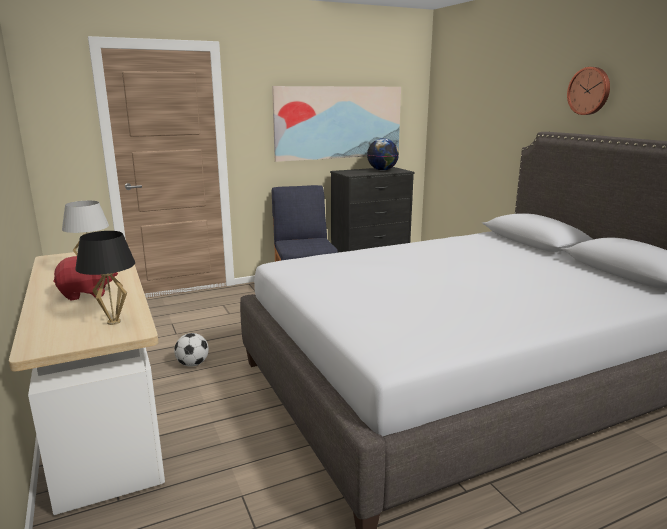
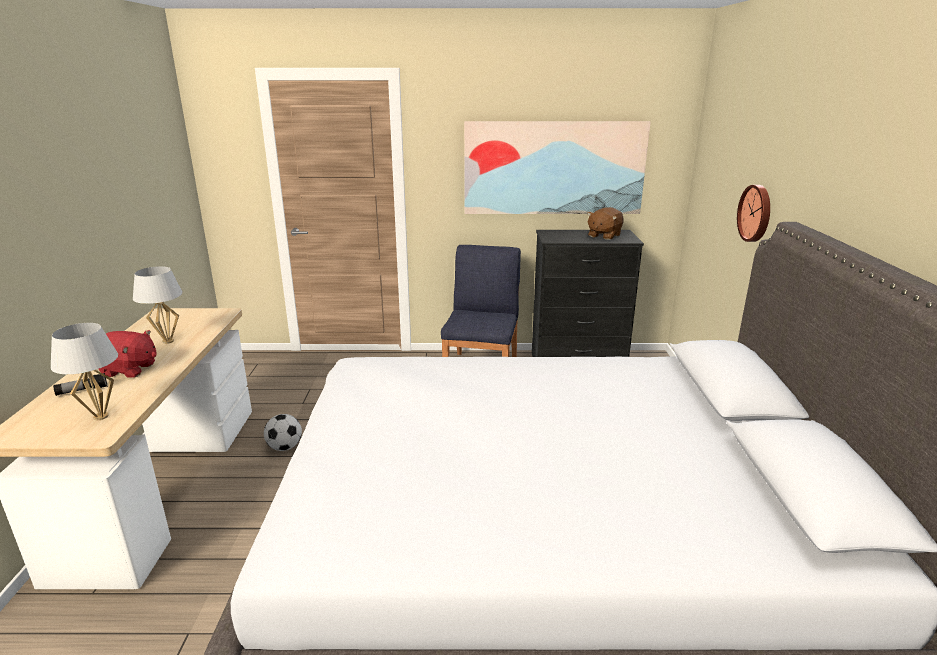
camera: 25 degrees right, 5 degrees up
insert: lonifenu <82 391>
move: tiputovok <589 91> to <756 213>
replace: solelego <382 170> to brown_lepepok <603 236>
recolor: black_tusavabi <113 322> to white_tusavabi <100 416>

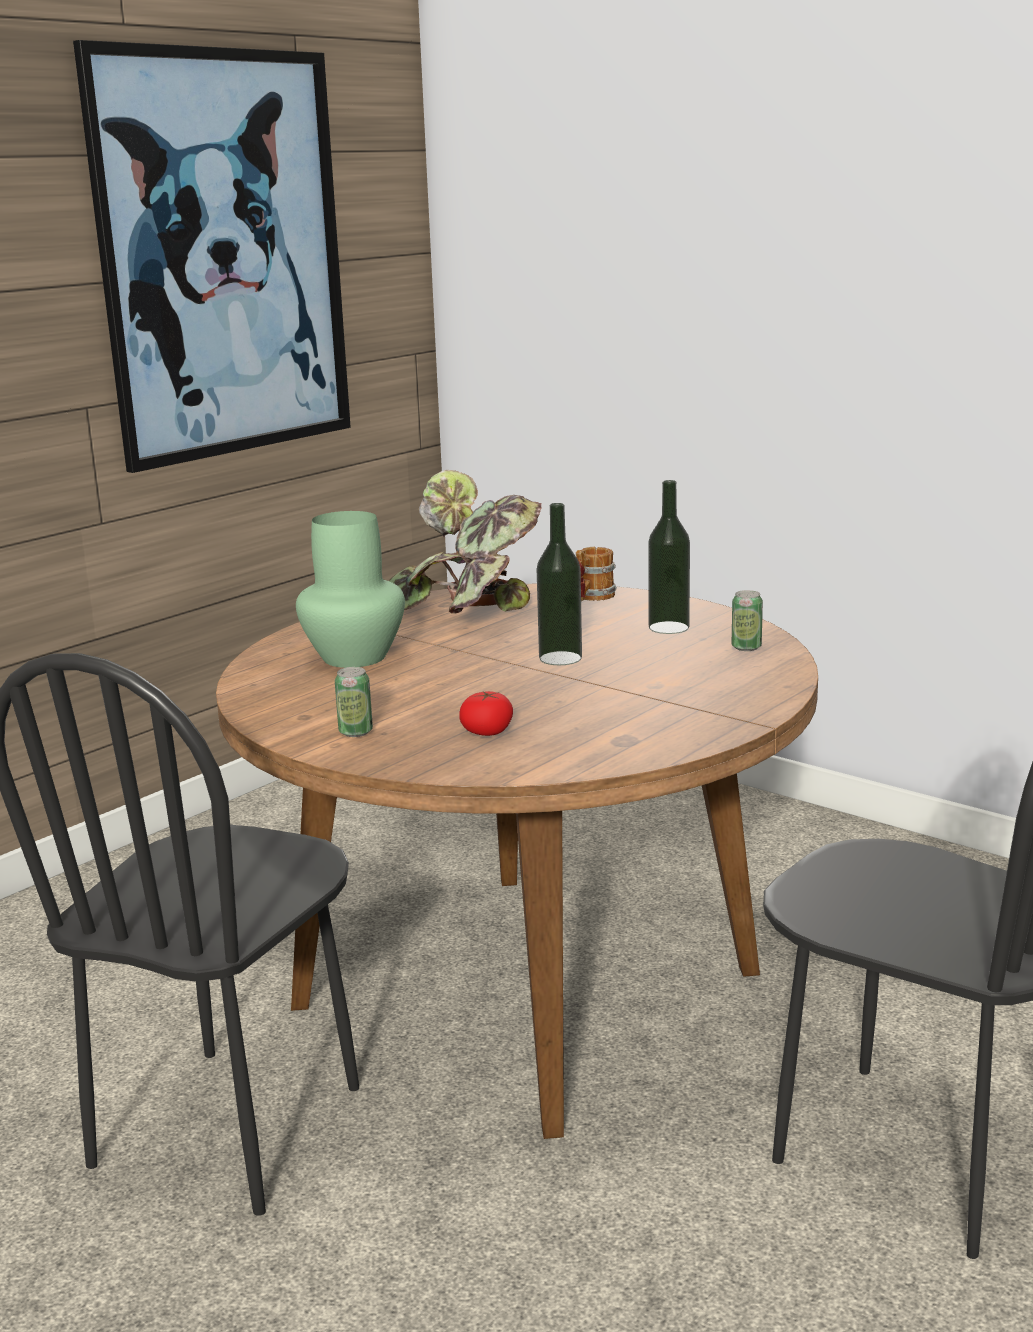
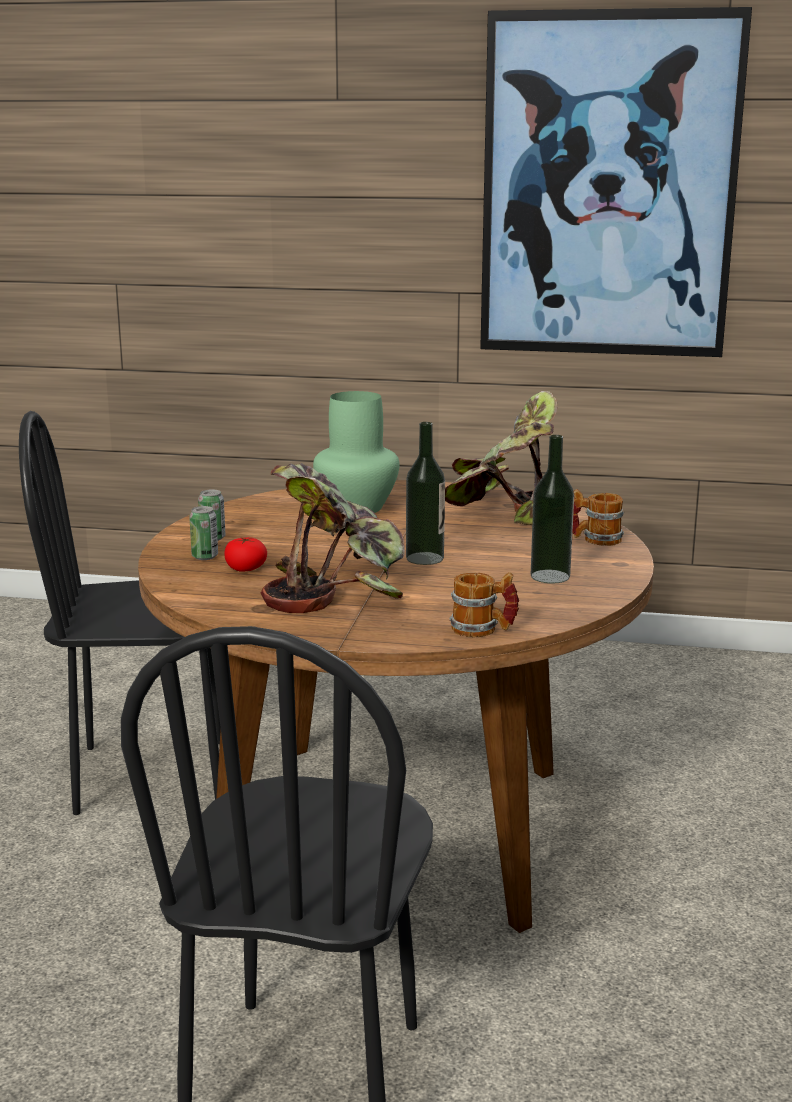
camera: 60 degrees right, 0 degrees up
insert: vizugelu <337 588>; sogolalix <483 630>
move: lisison <746 647> to <205 557>

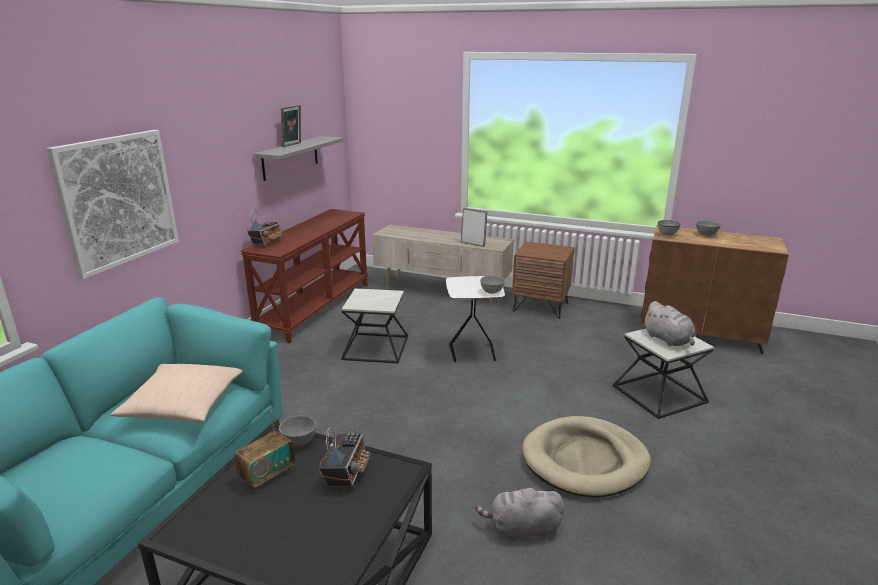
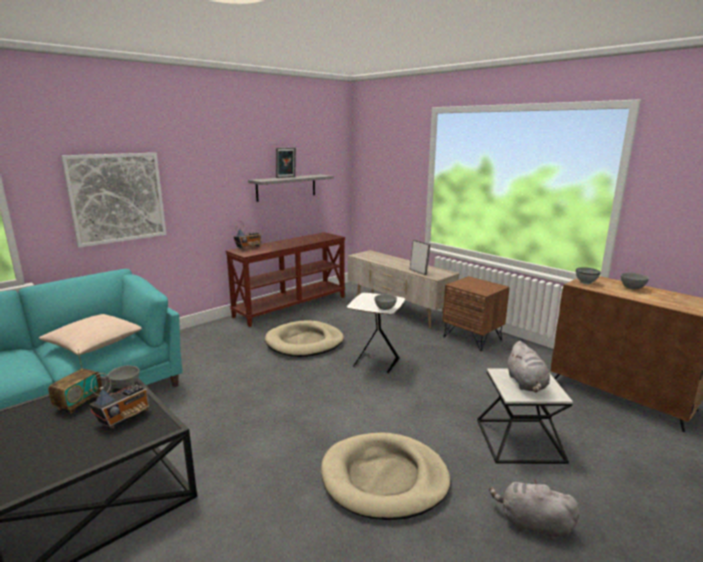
camera: 25 degrees right, 5 degrees down
move: grey_lepepok <521 529> to <532 524>
replace: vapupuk <376 347> to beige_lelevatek <305 342>
rotate: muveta <267 474> = <79 402> 45 degrees counterclockwise

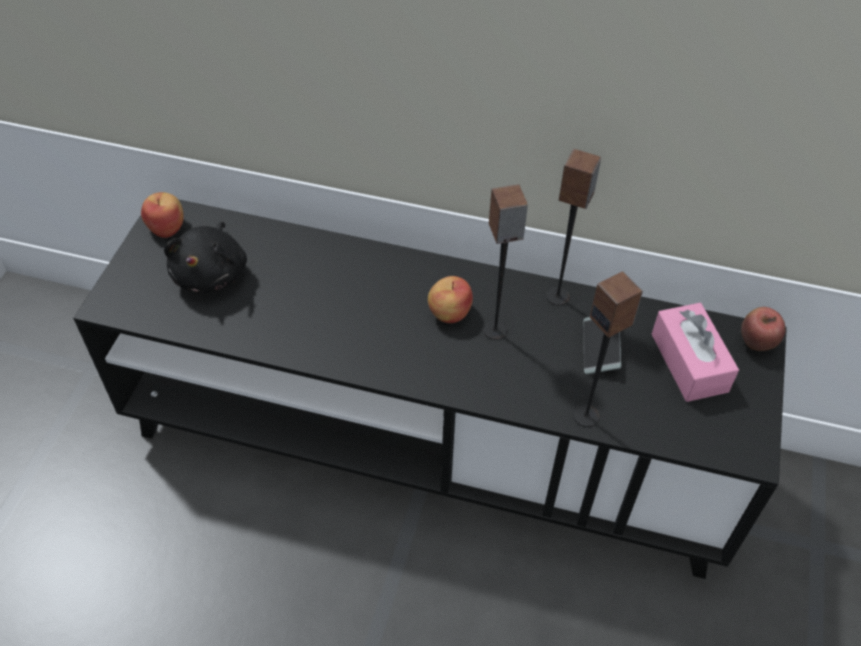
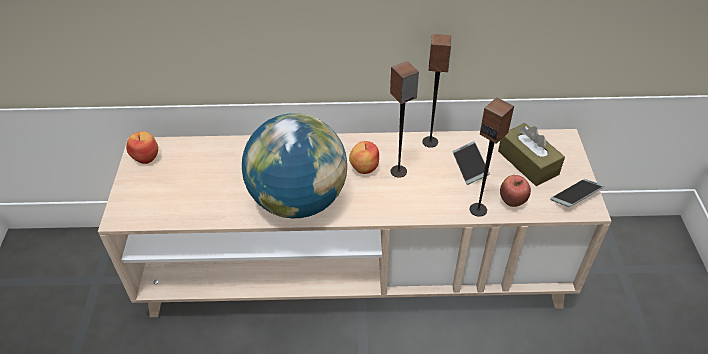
camera: 15 degrees left, 5 degrees down
delete: black_lepepok <212 273>
insert: solelego <298 200>; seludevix <575 196>
move: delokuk <756 343> to <512 201>
recolor: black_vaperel <428 444> to beige_vaperel <355 270>; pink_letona <689 362> to brown_letona <528 162>

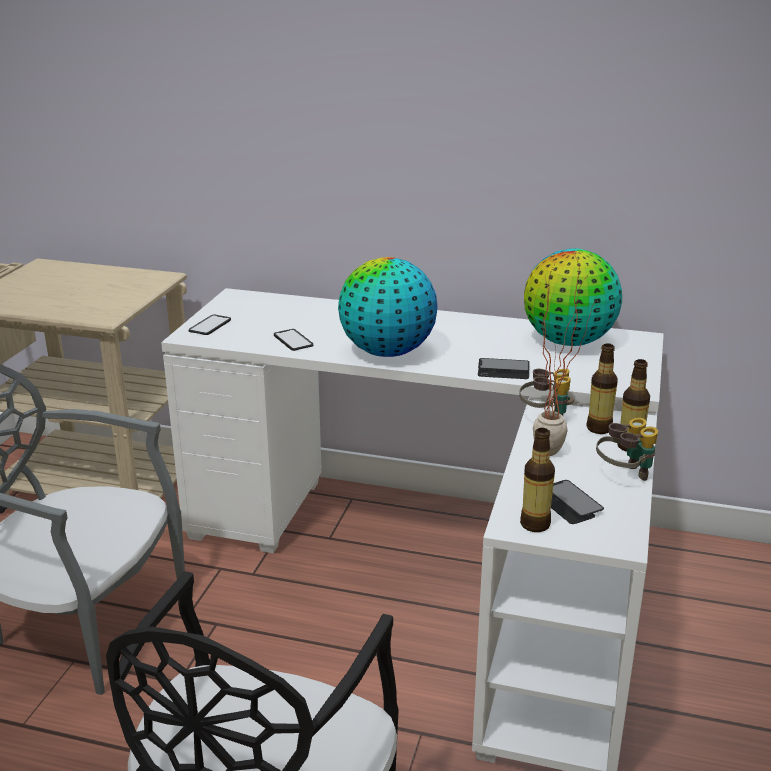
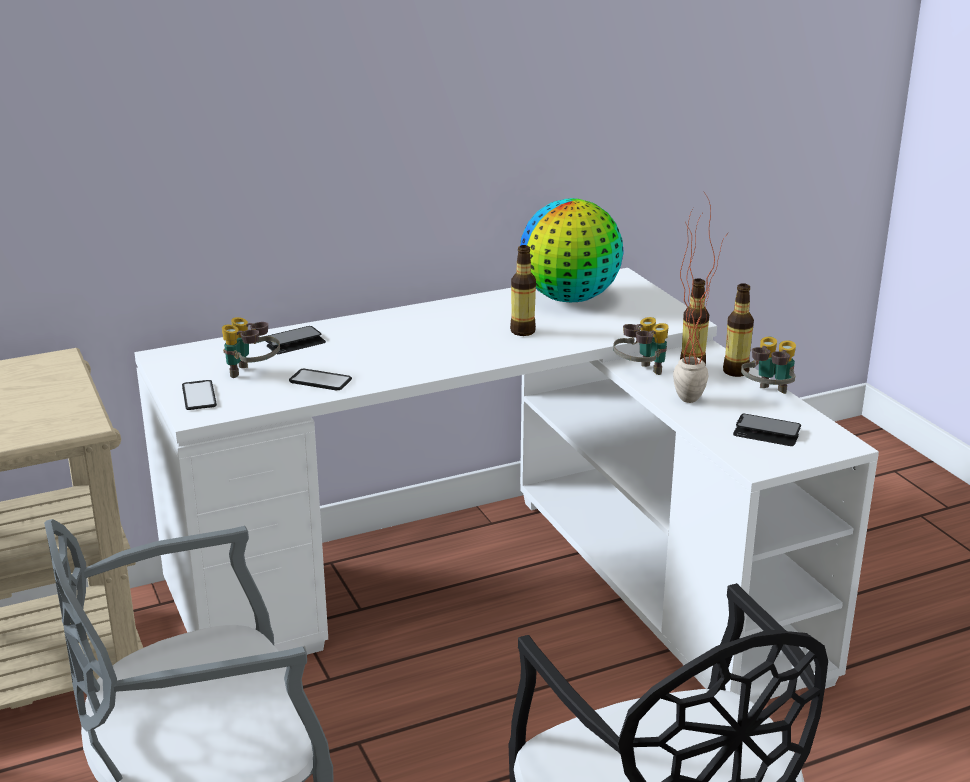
camera: 40 degrees left, 0 degrees up
delete: solelego <387 352>
insert: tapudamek <252 374>
move: seludevix <503 370> to <294 342>; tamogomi <535 524> to <522 331>

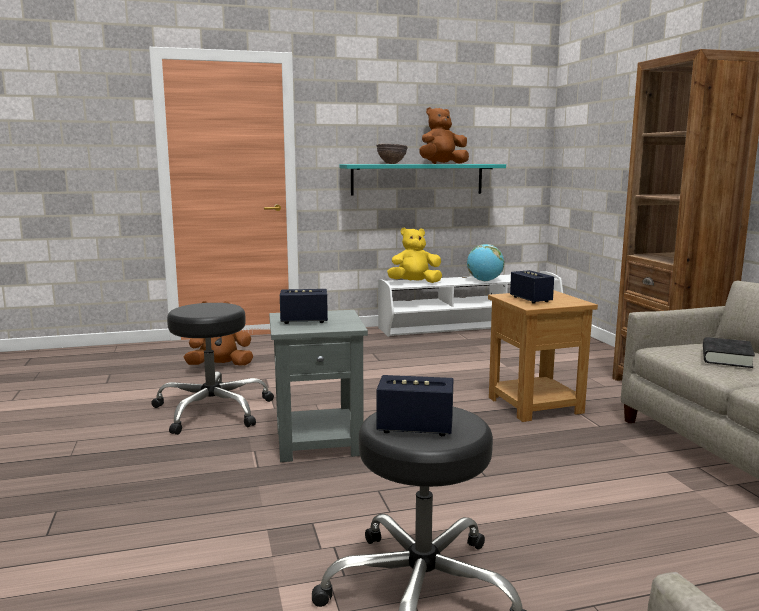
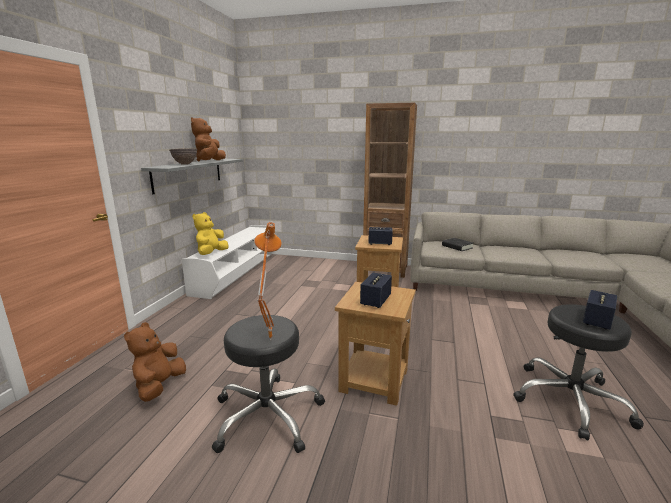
camera: 60 degrees left, 5 degrees up
delete: solelego <484 281>
insert: orange_tusavabi <268 339>
recolor: grey_vapupuk <319 441> to brown_vapupuk <374 380>; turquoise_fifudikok <417 179> to grey_fifudikok <188 174>

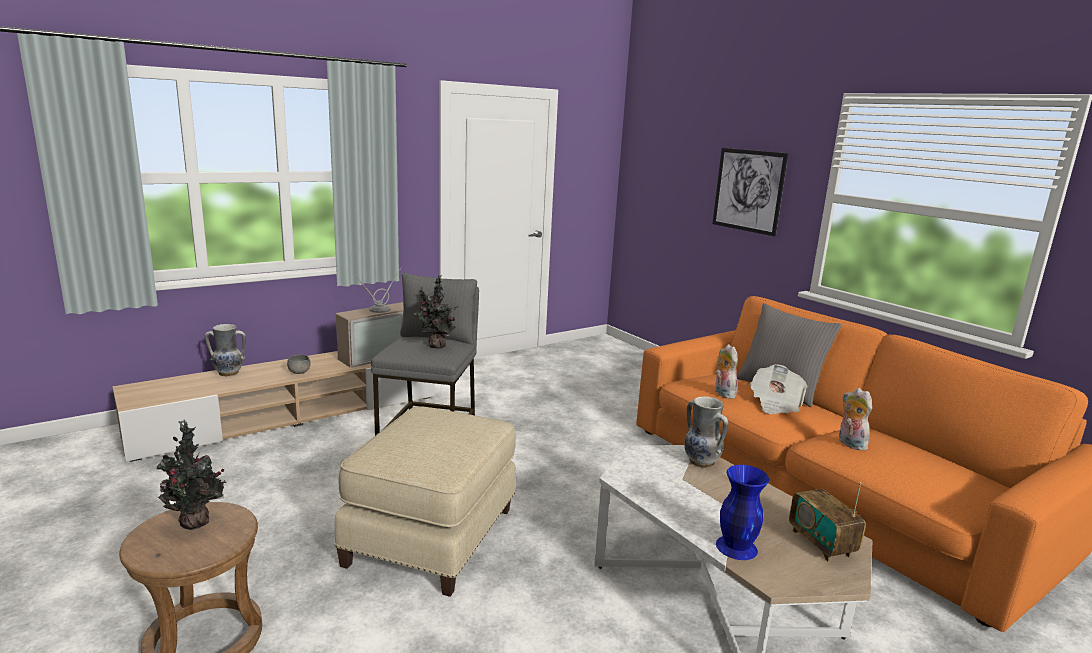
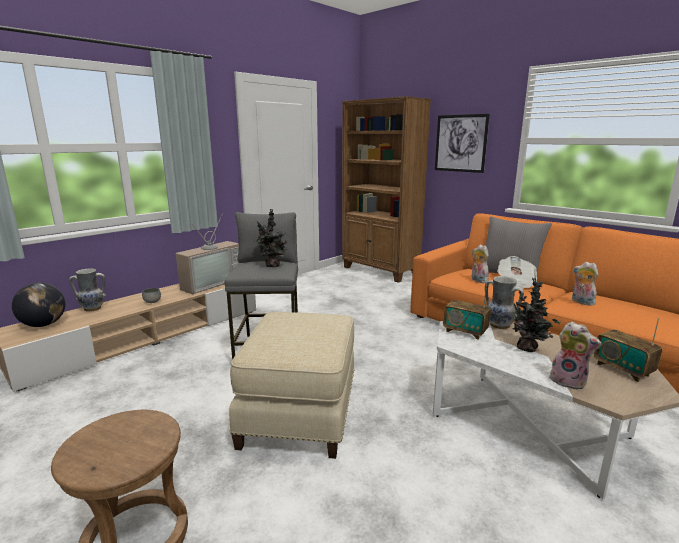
camera: 10 degrees left, 0 degrees up
insert: solelego <43 324>; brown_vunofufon <380 271>; muveta <465 332>
move: vizugelu <196 524> to <529 349>
replace: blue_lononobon <735 547> to lepepok <569 381>

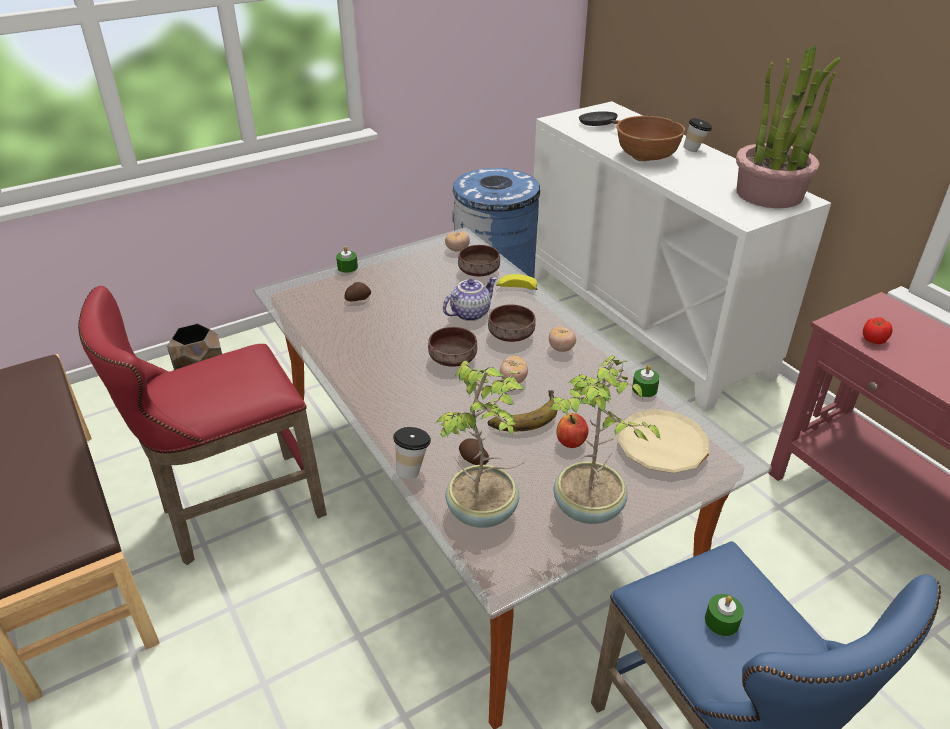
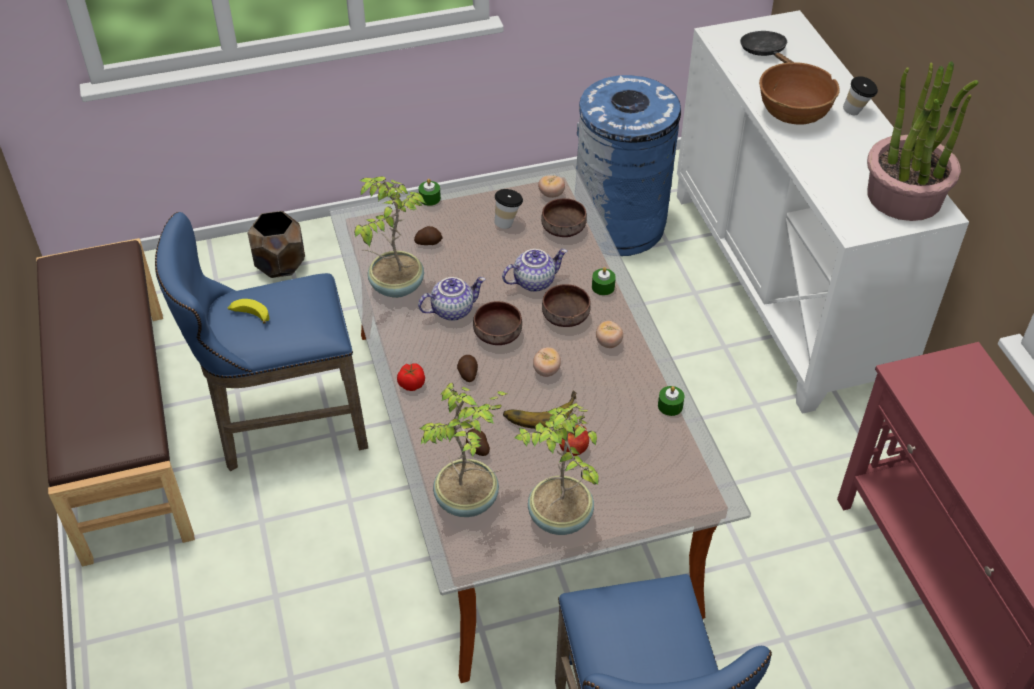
camera: 15 degrees right, 10 degrees up
delete: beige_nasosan <662 445>
insert: vizugelu <395 286>; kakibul <452 309>; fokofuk <467 373>
move: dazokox <413 469> to <508 222>; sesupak <516 288> to <249 315>; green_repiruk <721 621> to <603 287>; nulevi <873 340> to <411 384>
recolor: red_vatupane <234 512> to blue_vatupane <282 426>

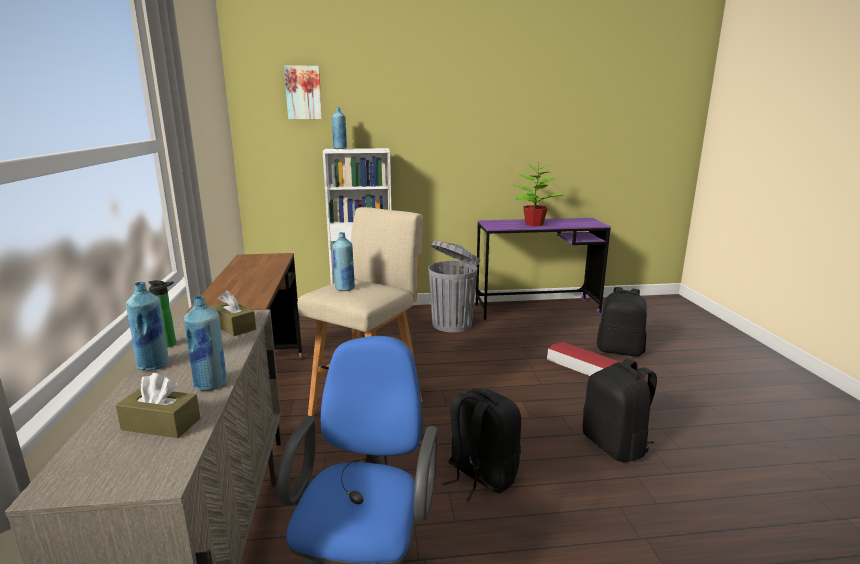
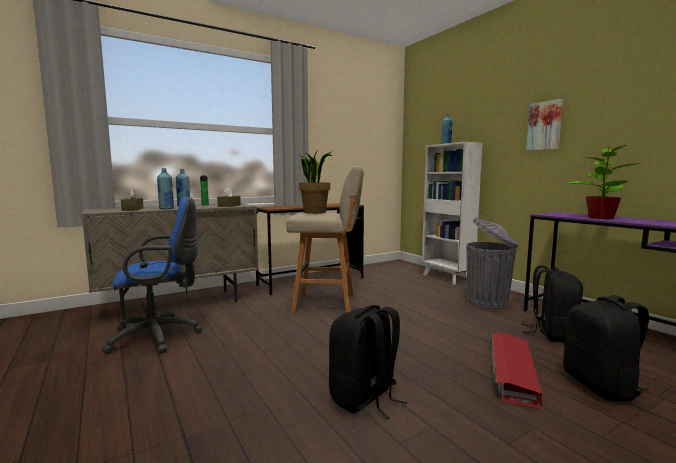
camera: 65 degrees right, 10 degrees down
move: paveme <303 93> to <545 126>; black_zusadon <480 476> to <552 334>
replace: blue_tamogomi <344 288> to vizugelu <315 212>

